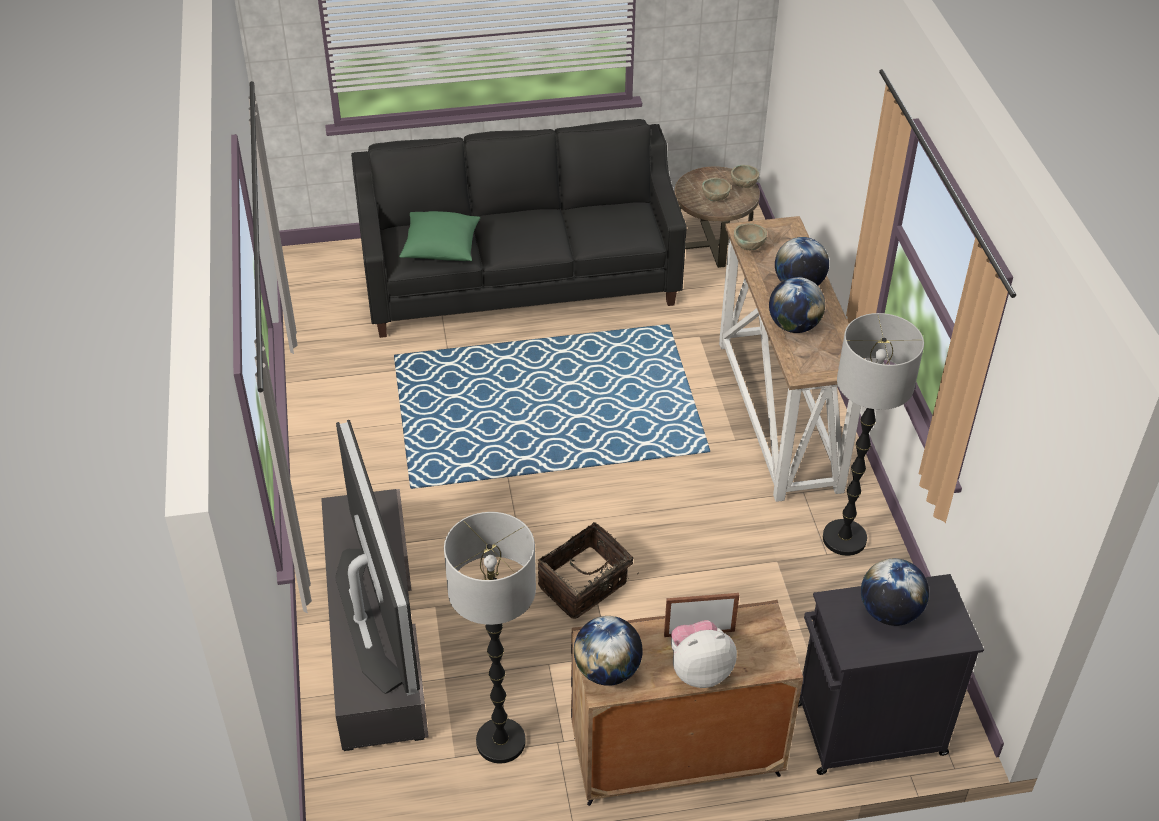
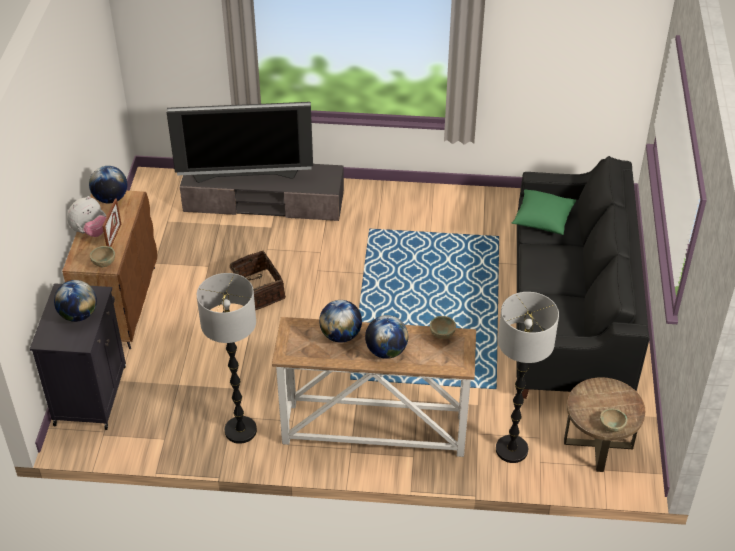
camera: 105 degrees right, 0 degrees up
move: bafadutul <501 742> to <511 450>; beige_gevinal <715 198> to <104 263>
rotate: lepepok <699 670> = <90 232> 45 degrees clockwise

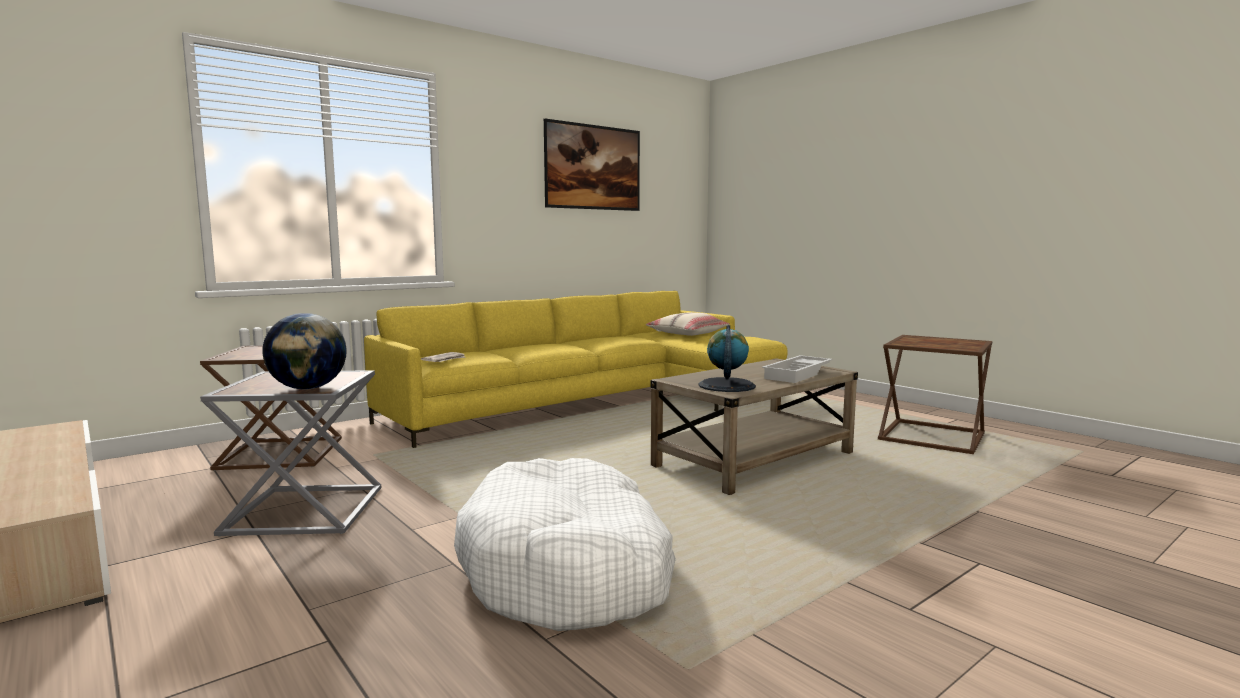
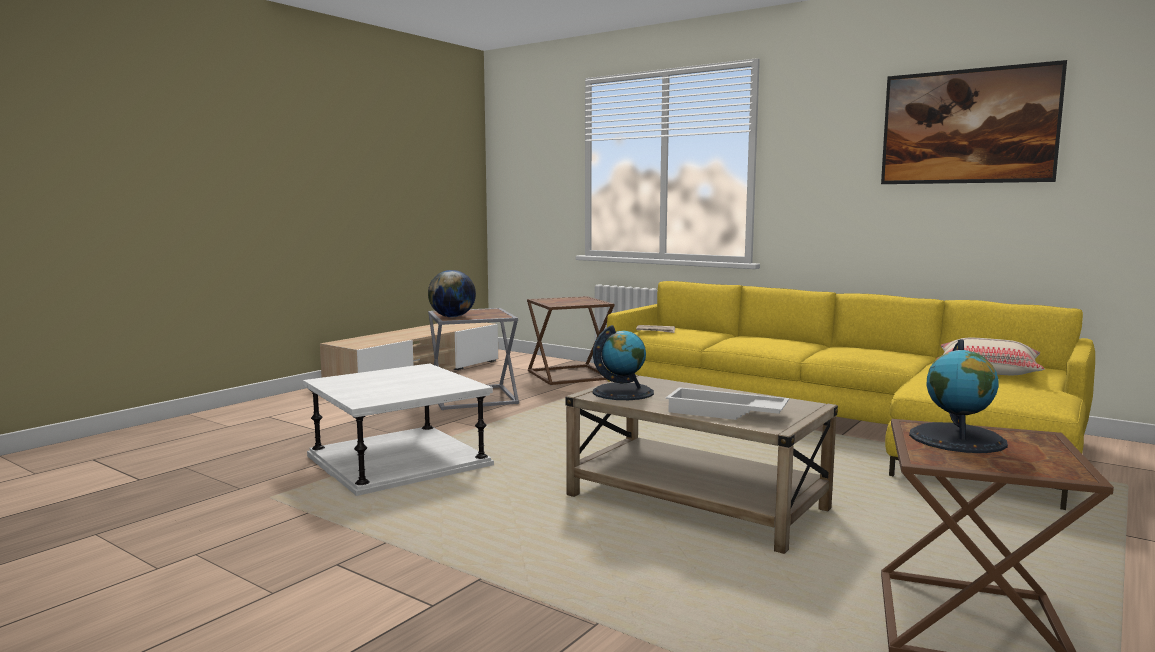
camera: 75 degrees right, 0 degrees up
insert: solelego <957 439>
replace: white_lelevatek <568 569> to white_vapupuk <399 461>

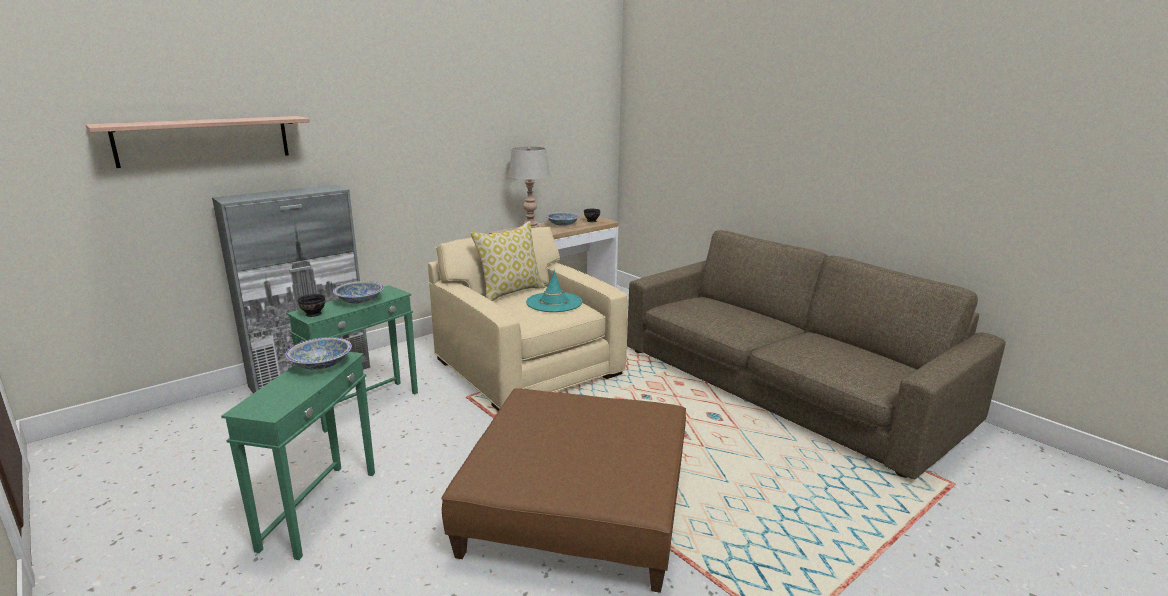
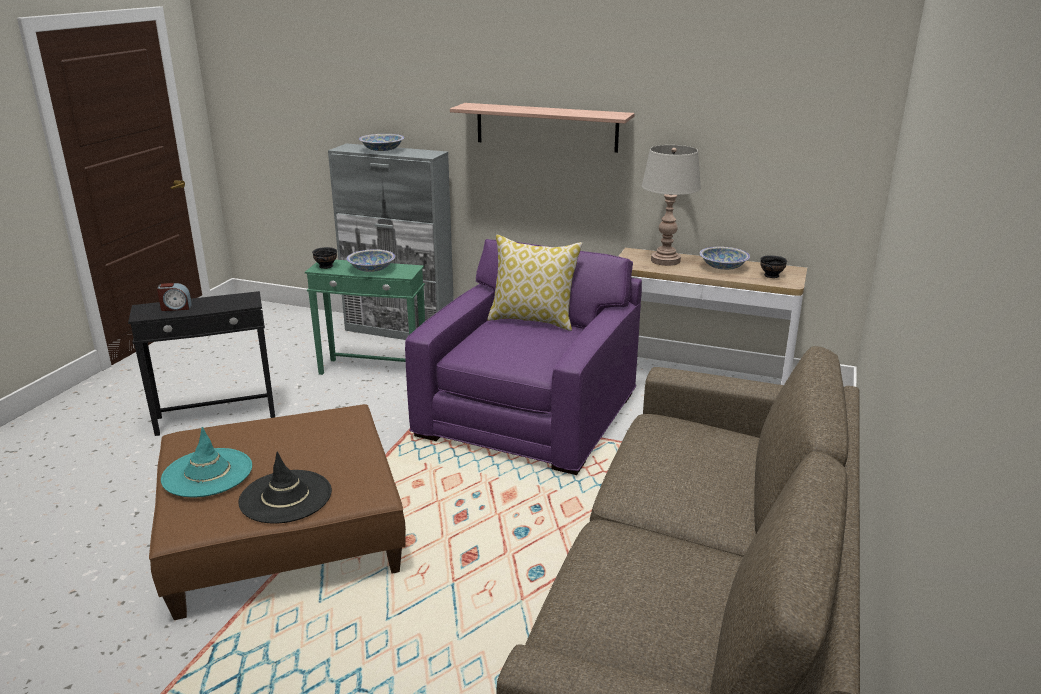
camera: 60 degrees right, 5 degrees up
insert: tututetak <176 307>; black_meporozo <286 497>
move: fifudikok <204 140> to <546 127>; gevinal <321 364> to <382 150>; turquoise_meporozo <554 302> to <207 473>
recolor: green_vapupuk <321 509> to black_vapupuk <216 417>; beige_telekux <527 366> to purple_telekux <528 414>

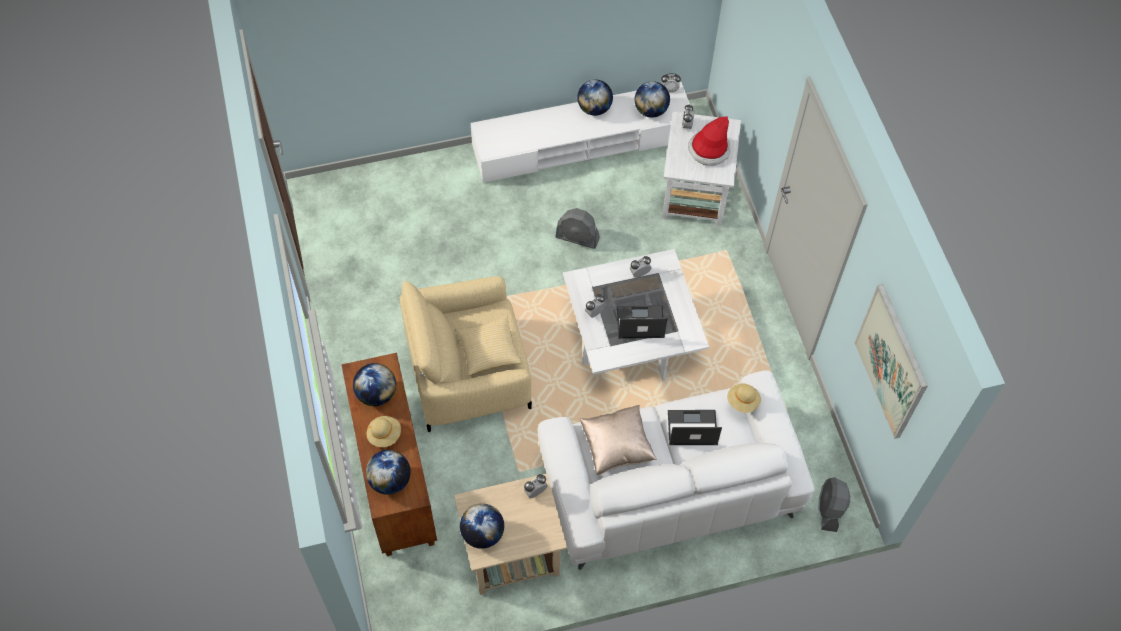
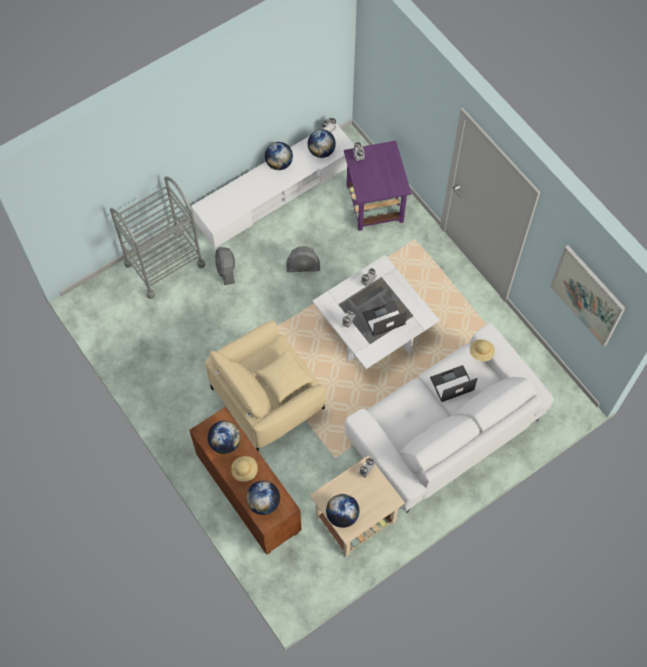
camera: 20 degrees left, 5 degrees up
delete: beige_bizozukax <617 447>; meporozo <709 150>
insert: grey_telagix <164 264>
move: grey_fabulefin <829 509> to <226 270>
recolor: white_vapupuk <695 194> to purple_vapupuk <375 204>

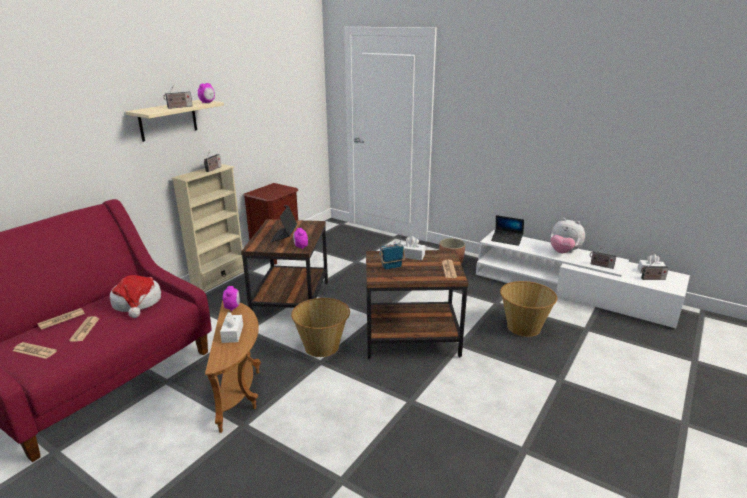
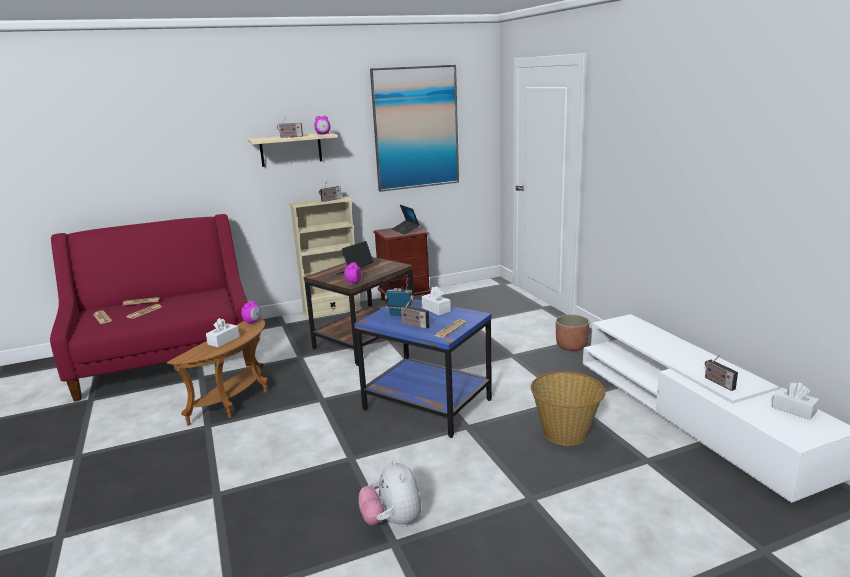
camera: 35 degrees right, 5 degrees down
delete: meporozo <137 303>; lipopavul <322 347>
insert: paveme <416 128>
move: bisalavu <507 240> to <405 230>; lepepok <563 252> to <392 521>; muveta <652 279> to <414 325>
recolor: brown_vapupuk <411 337> to blue_vapupuk <428 404>

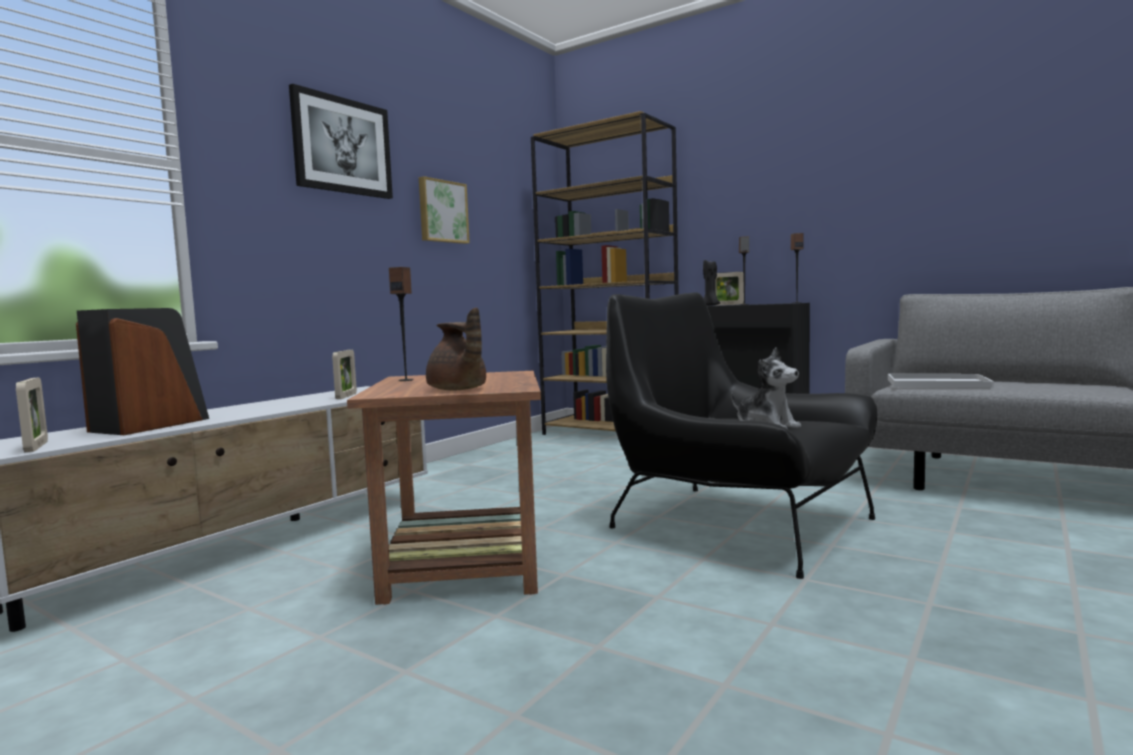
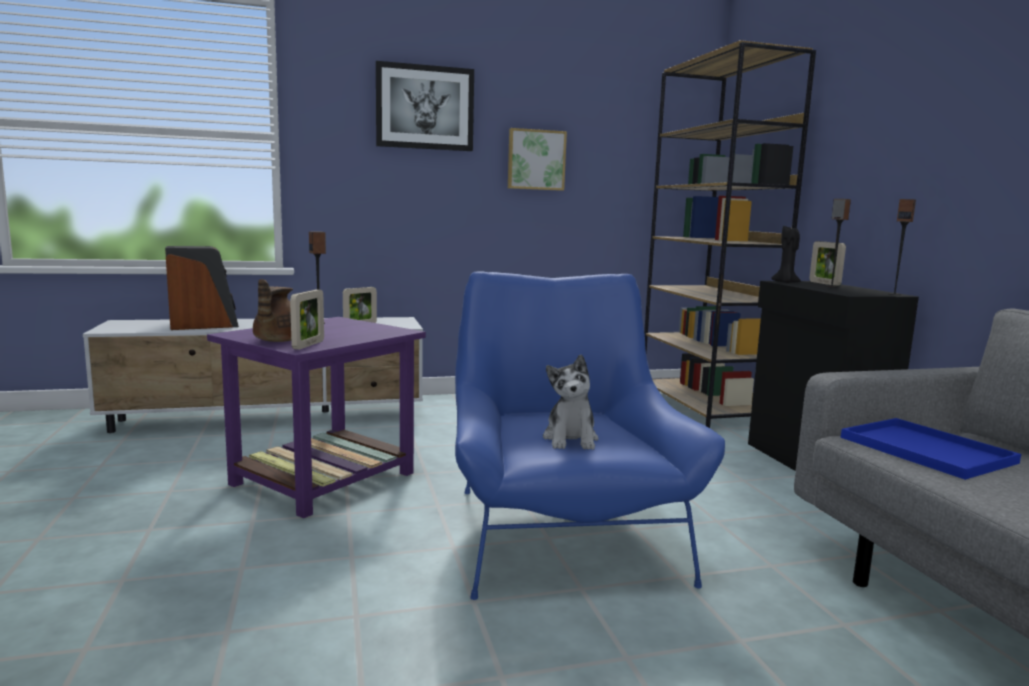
camera: 40 degrees right, 5 degrees up
move: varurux <36 447> to <308 345>
recolor: brown_vapupuk <463 562> to purple_vapupuk <325 478>; black_telekux <738 524> to blue_telekux <562 533>; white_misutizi <935 383> to blue_misutizi <922 449>

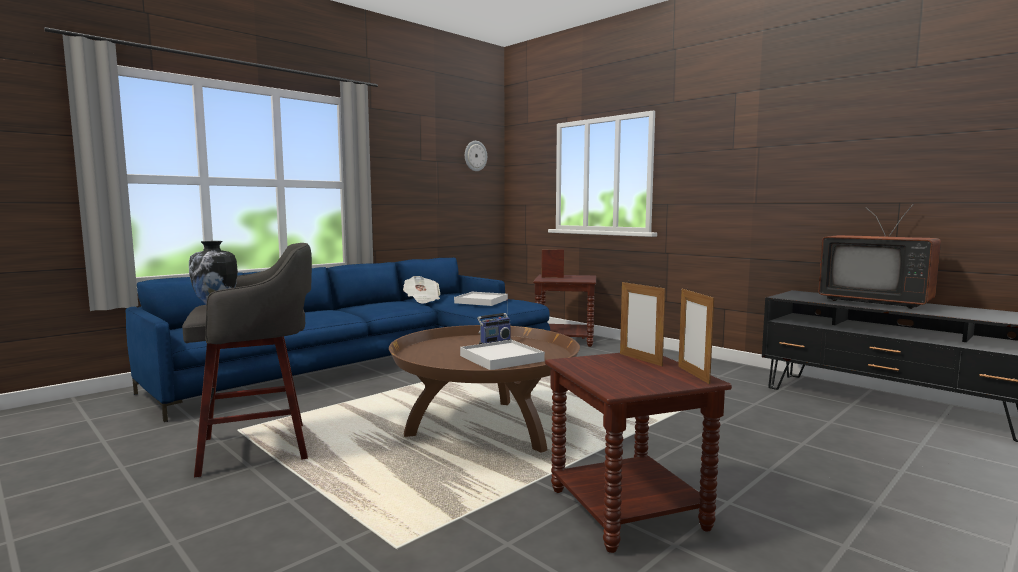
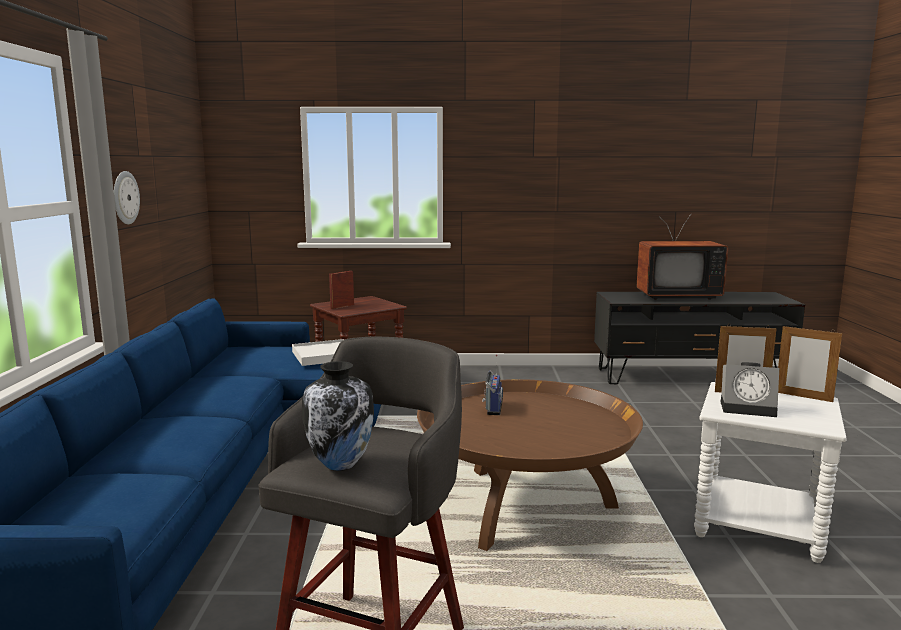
camera: 45 degrees left, 5 degrees up
delete: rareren <422 300>; white_misutizi <501 358>
insert: tututetak <749 408>
move: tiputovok <475 156> to <125 197>
recolor: brown_vapupuk <629 509> to white_vapupuk <758 525>

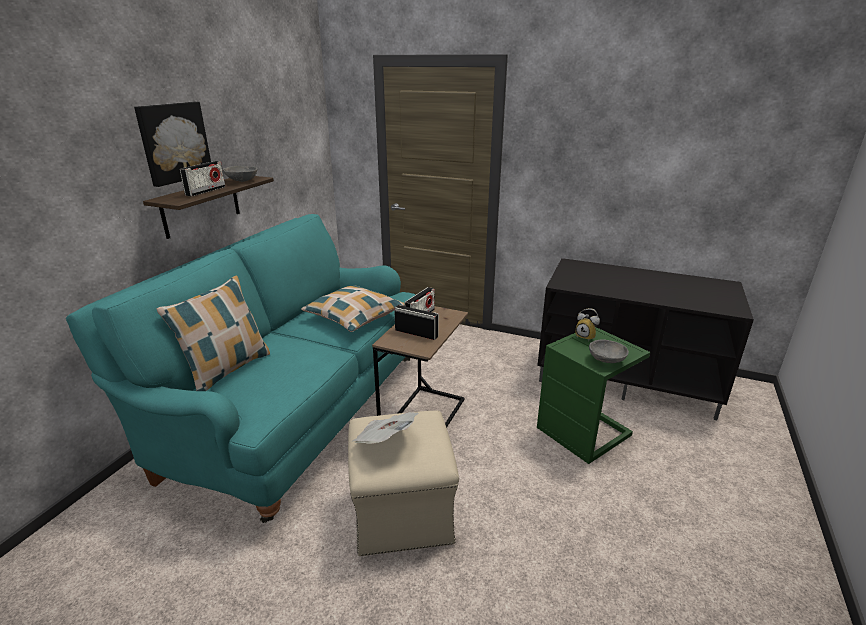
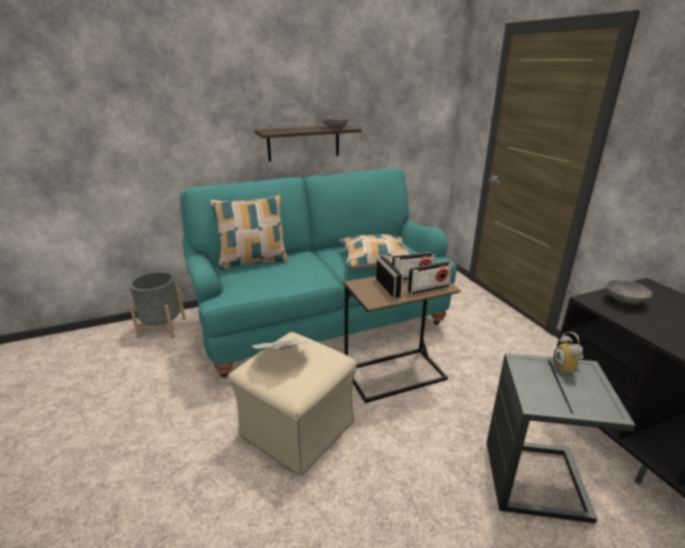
camera: 45 degrees right, 0 degrees up
delete: paveme <174 142>
insert: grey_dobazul <162 328>
move: muveta <206 191> to <428 288>; grey_gevinal <606 360> to <624 301>
recolor: green_vapupuk <585 432> to grey_vapupuk <537 481>

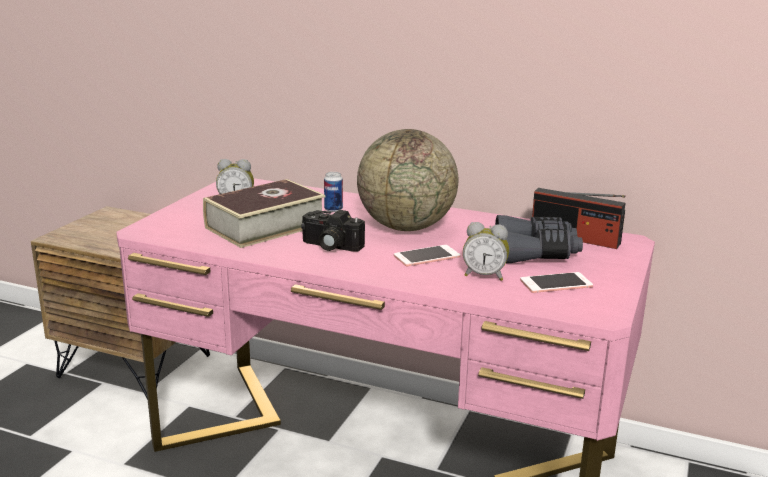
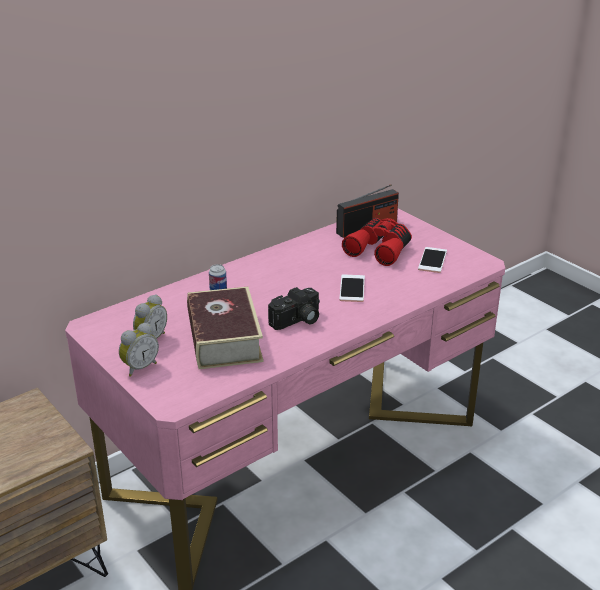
camera: 60 degrees left, 10 degrees up
delete: solelego <406 227>
move: tututetak <484 275> to <139 367>
recolor: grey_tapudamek <536 253> to red_tapudamek <380 249>

